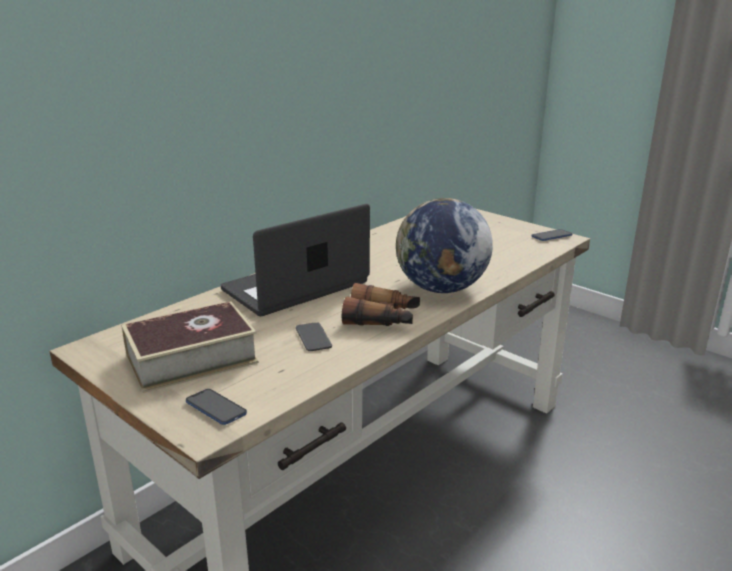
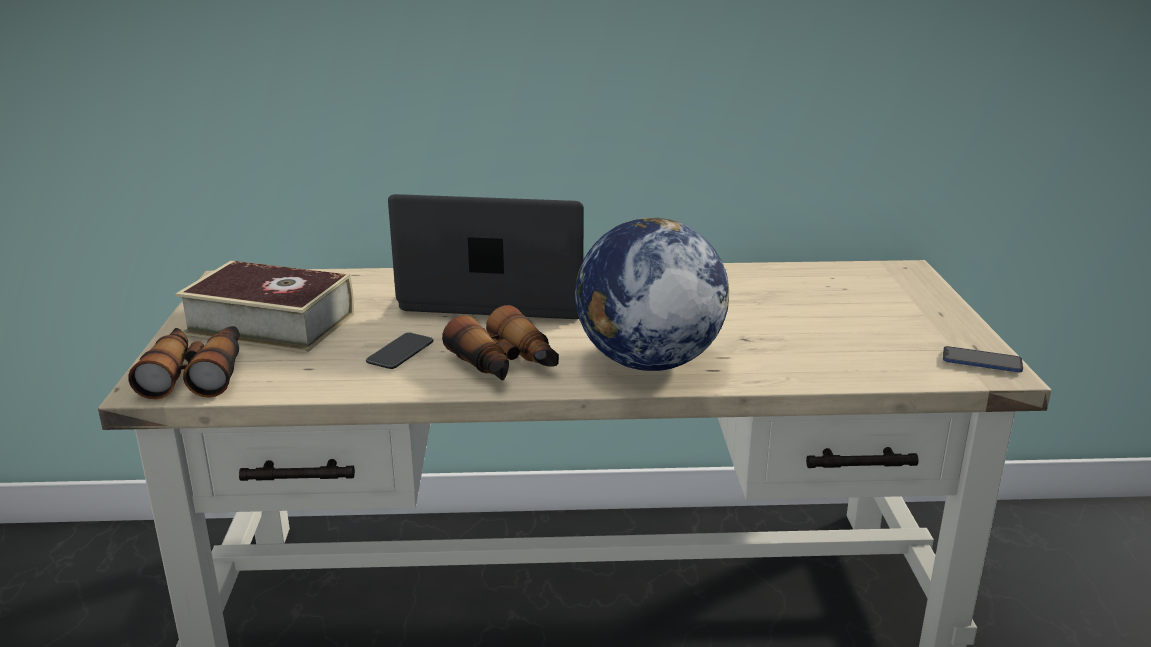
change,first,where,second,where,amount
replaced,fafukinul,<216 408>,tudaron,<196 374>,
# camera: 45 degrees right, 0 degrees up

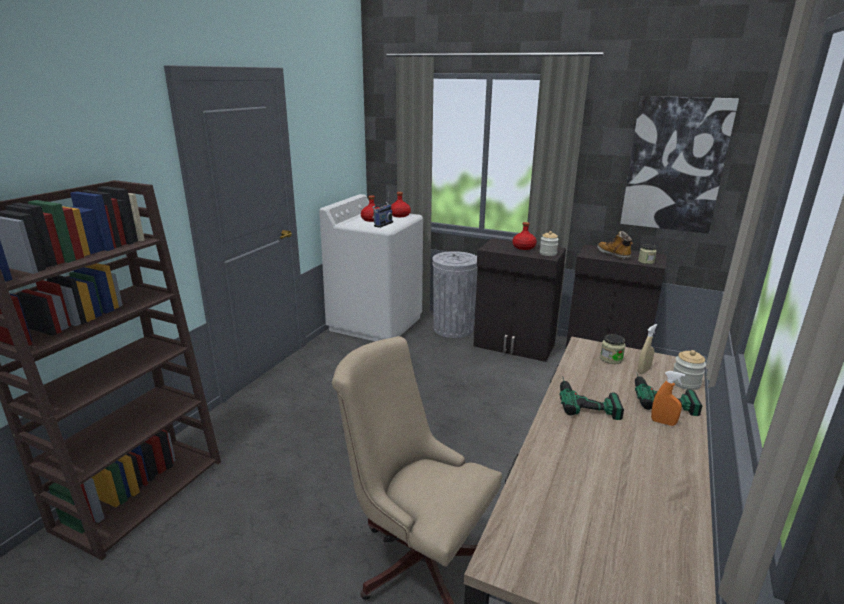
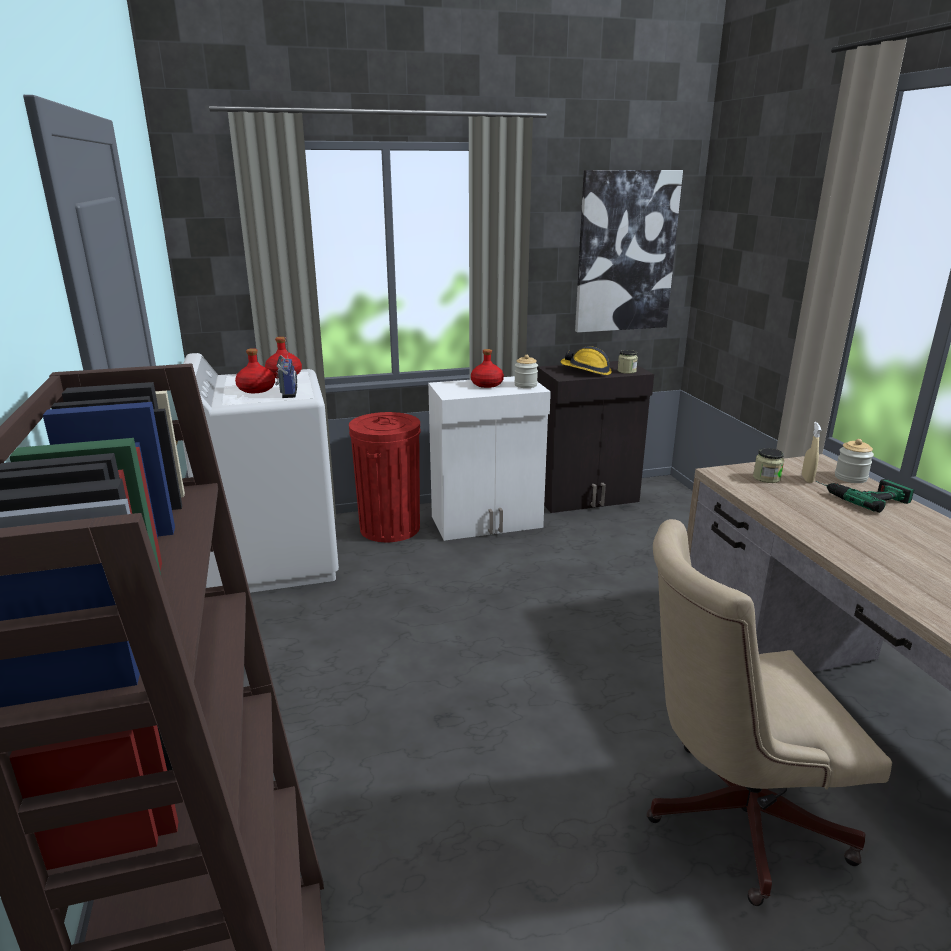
change,first,where,second,where,amount
recoloured,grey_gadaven,<453 328>,red_gadaven,<390 528>,
recoloured,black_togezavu,<514 346>,white_togezavu,<488 522>,
removed,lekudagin,<586 399>,,,
replaced,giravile,<613 254>,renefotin,<586 371>,
removed,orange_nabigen,<663 422>,,,
# camera: 40 degrees left, 0 degrees up

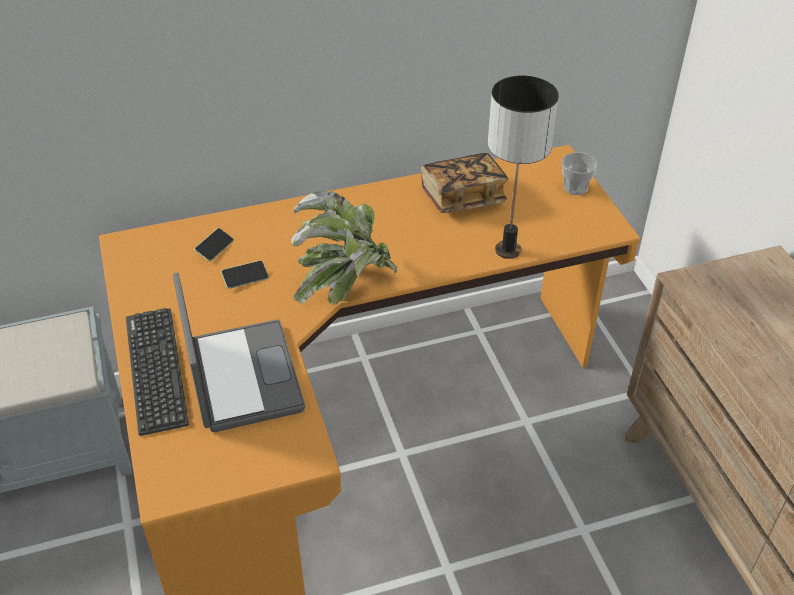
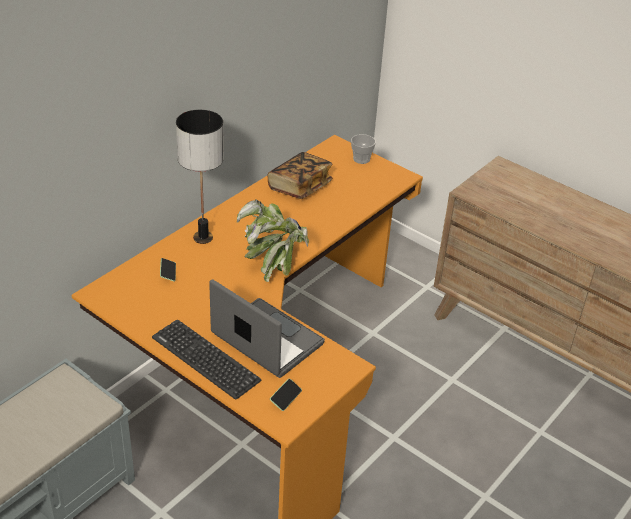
change,first,where,second,where,amount
moved,fafukinul,<245 279>,,<285 398>,
moved,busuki,<507 250>,,<203 238>,
# camera: 35 degrees left, 5 degrees down

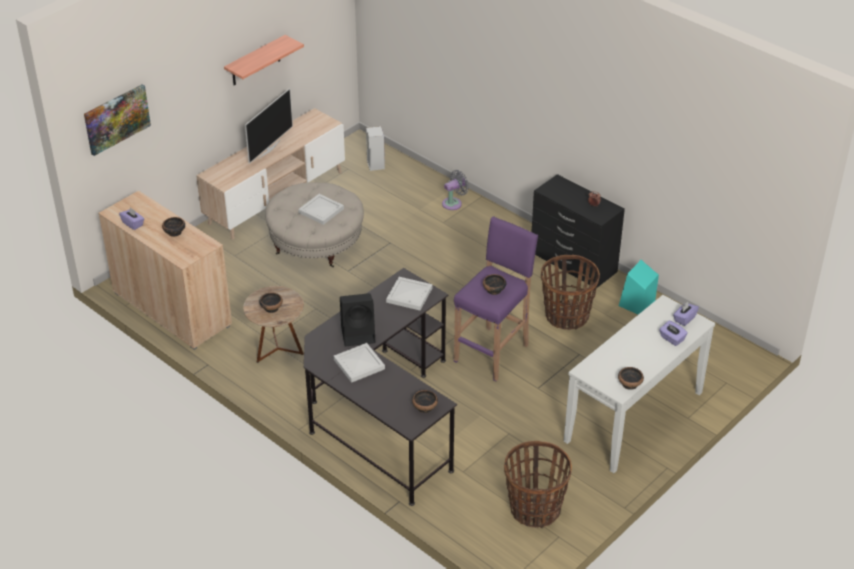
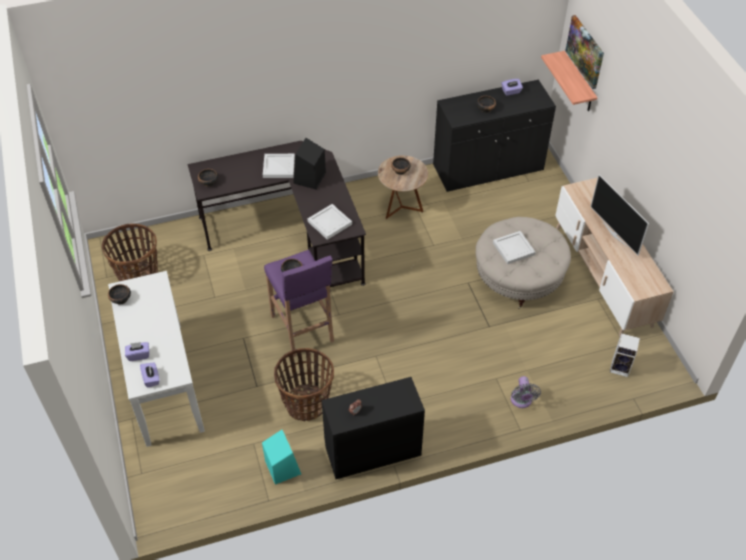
change,first,where,second,where,amount
recoloured,beige_togezavu,<172 308>,black_togezavu,<488 168>,
moved,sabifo,<255 61>,,<578 83>,
# camera: 120 degrees right, 10 degrees up

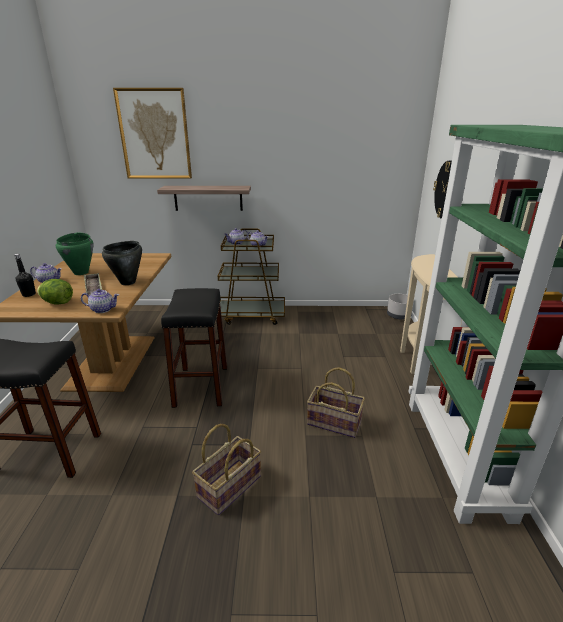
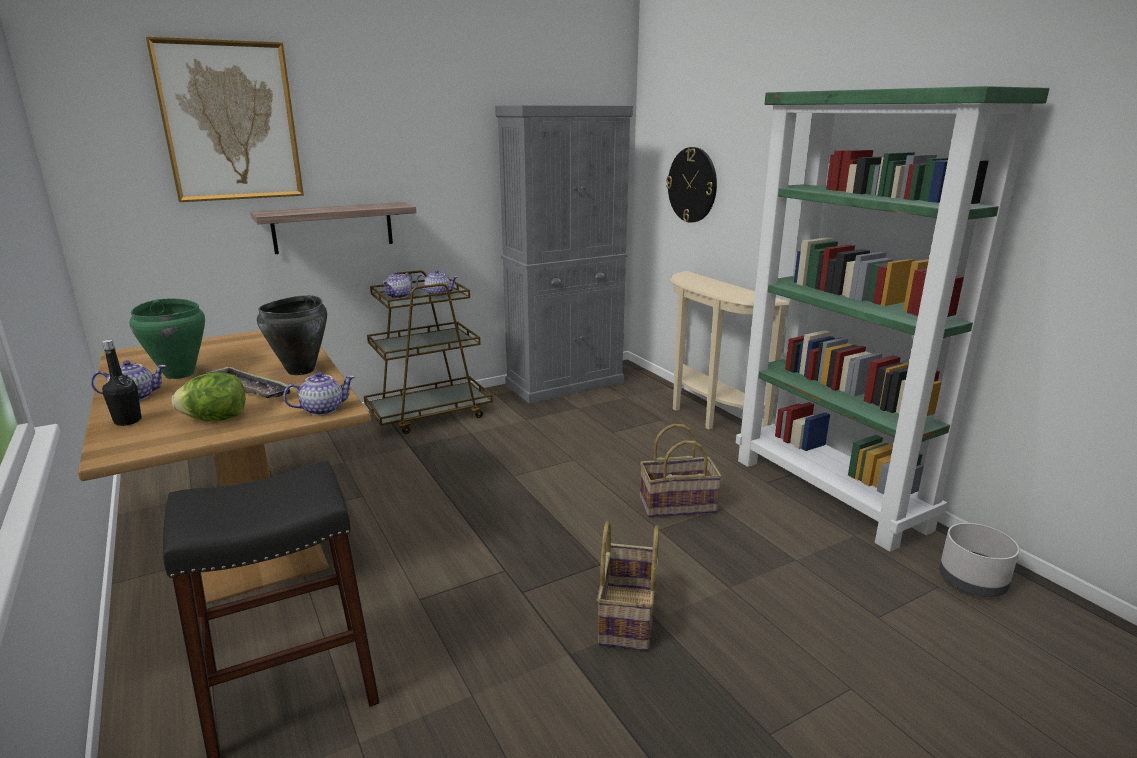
change,first,where,second,where,amount
removed,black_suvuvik,<201 386>,,,
moved,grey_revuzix,<398 316>,,<971 582>,
added,,,grey_togezavu,<565 384>,
# camera: 30 degrees left, 5 degrees down

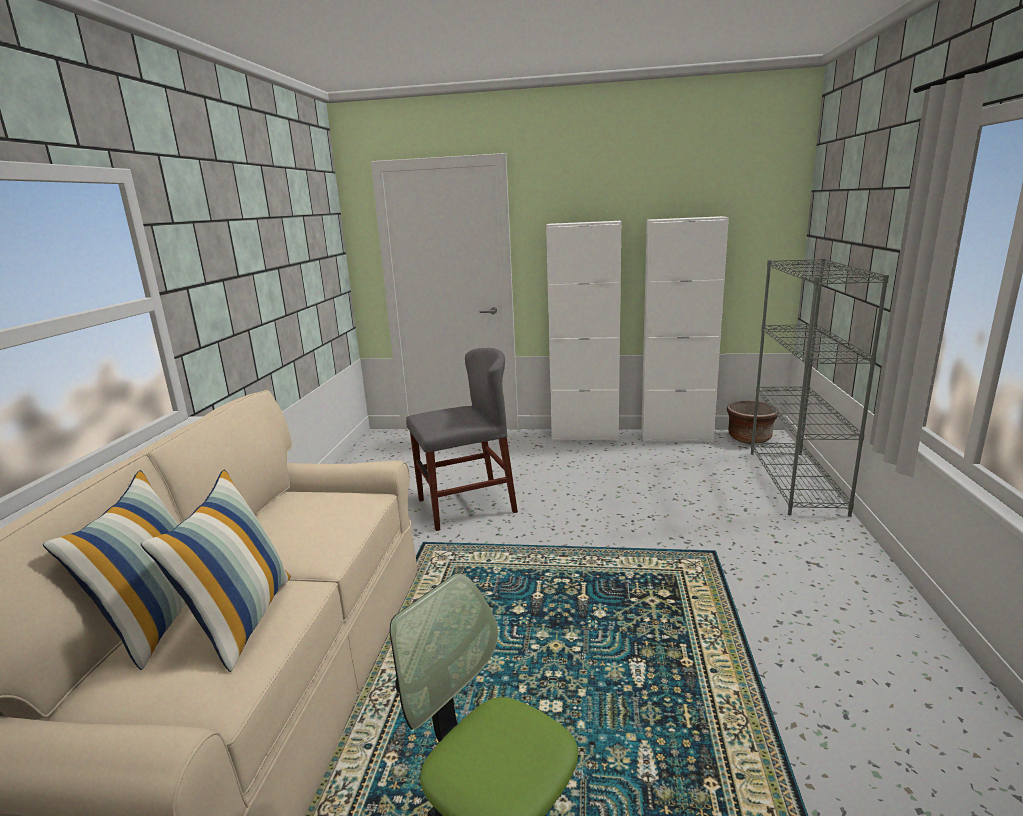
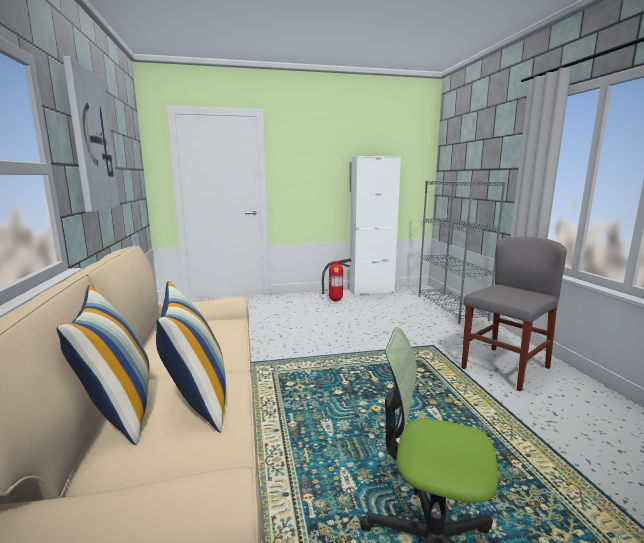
change,first,where,second,where,amount
moved,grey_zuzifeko,<466 506>,,<505 368>,
removed,white_togezavu,<585 435>,,,
removed,brown_revuzix,<749 438>,,,
added,,,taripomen,<91 141>,
added,,,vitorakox,<335 300>,
# camera: 20 degrees left, 5 degrees down

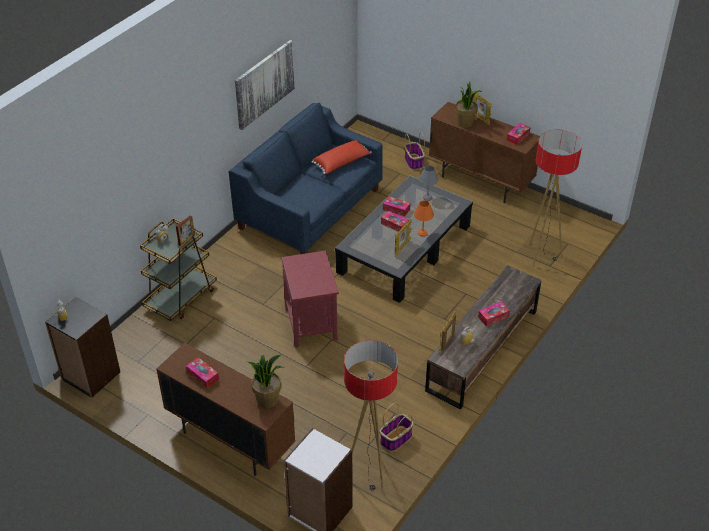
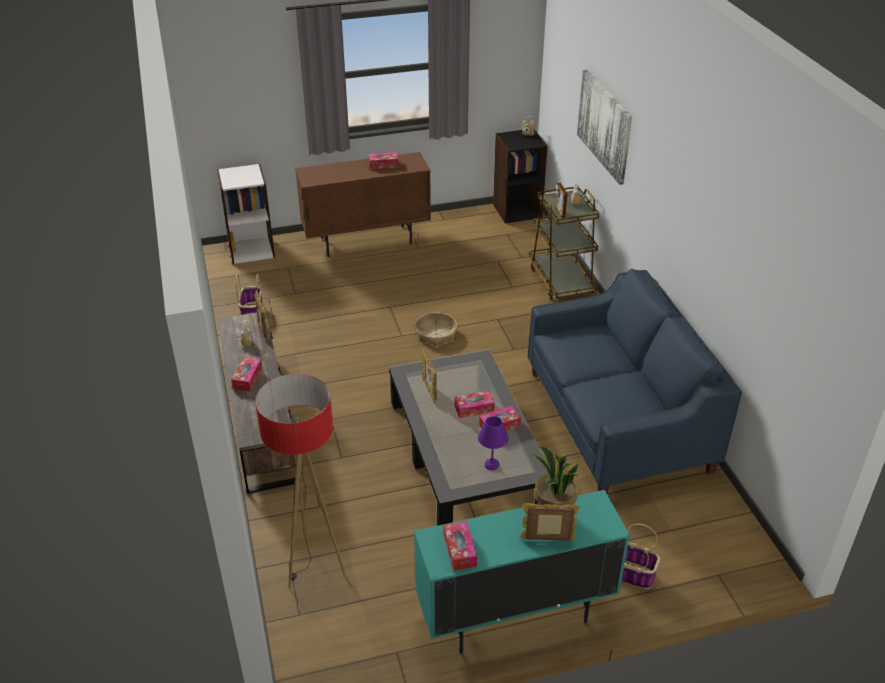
change,first,where,second,where,amount
moved,taripomen,<264 84>,,<604 125>,
removed,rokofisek,<268 400>,,,
replaced,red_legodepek,<311 323>,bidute,<436 334>,
removed,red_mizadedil,<342 163>,,,
removed,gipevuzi,<369 474>,,,
removed,orange_busuki,<422 233>,,,
recoloured,grey_busuki,<428 197>,purple_busuki,<491 465>,
recoloured,brown_togezavu,<480 182>,turquoise_togezavu,<515 616>,
# camera: 130 degrees right, 5 degrees down

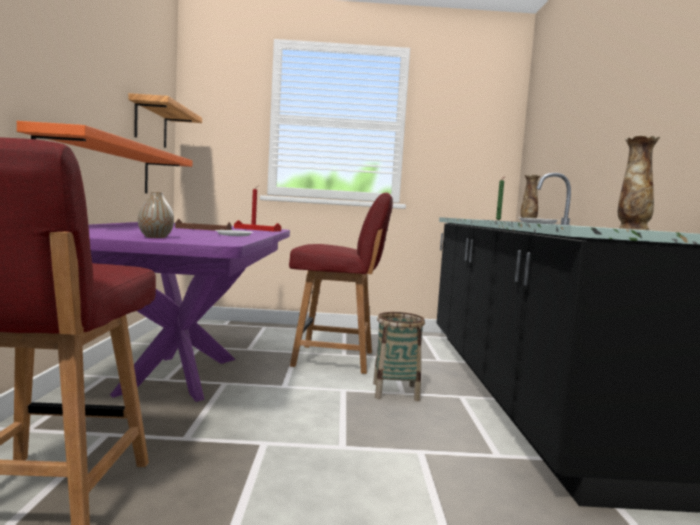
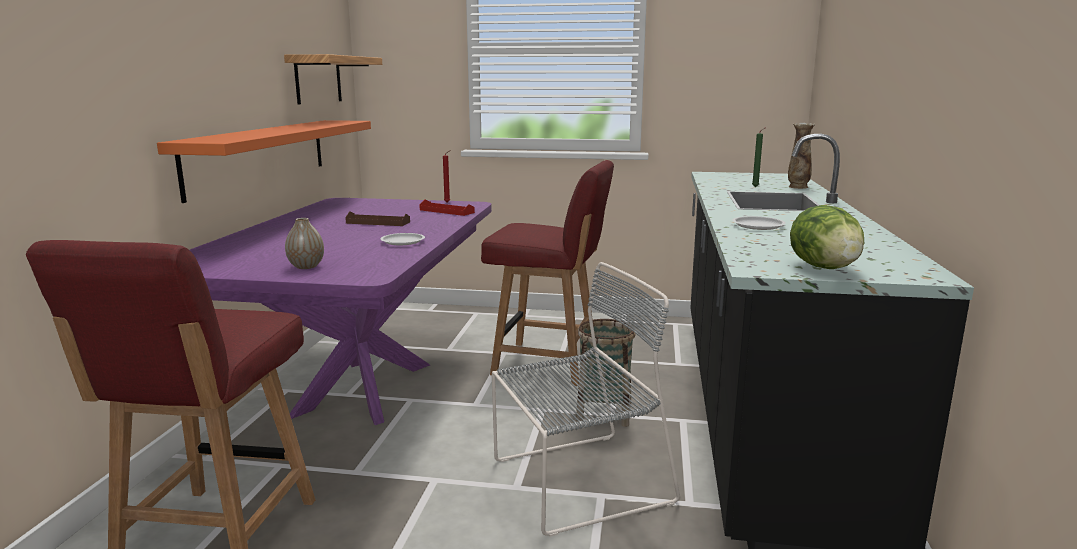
change,first,where,second,where,amount
replaced,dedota,<632 229>,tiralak,<824 268>,
added,,,grey_zuzifeko,<576 482>,
# camera: 10 degrees right, 10 degrees up

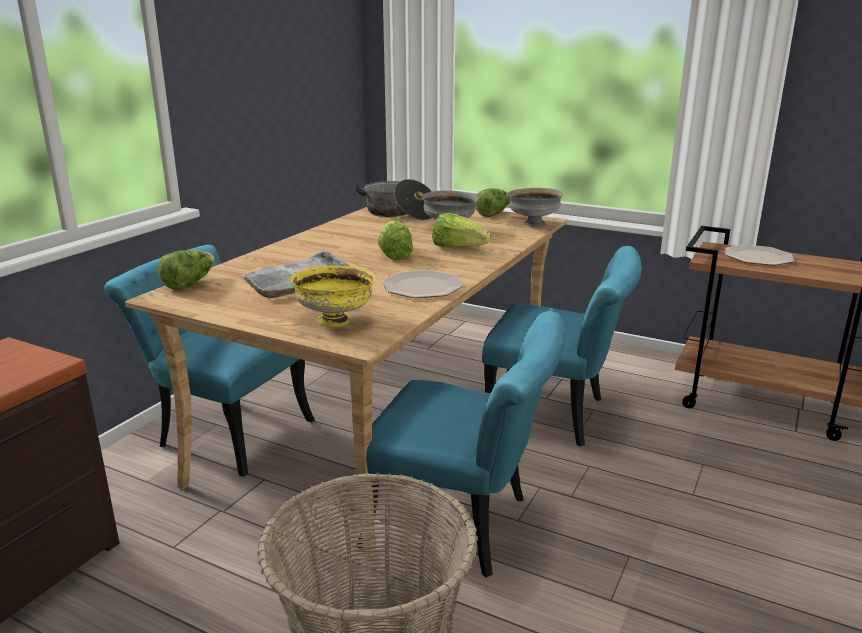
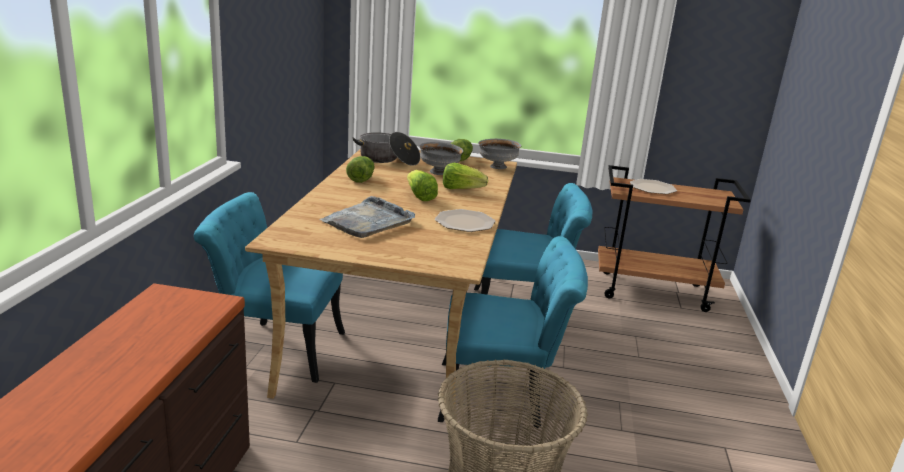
change,first,where,second,where,amount
moved,tiralak,<189 283>,,<360 178>,
removed,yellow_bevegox,<335 320>,,,
# camera: 20 degrees left, 0 degrees up

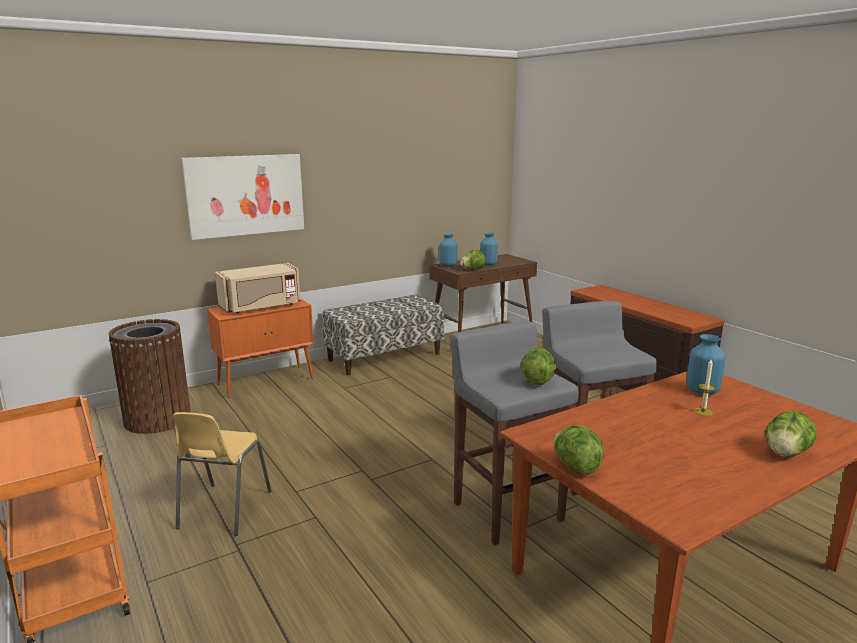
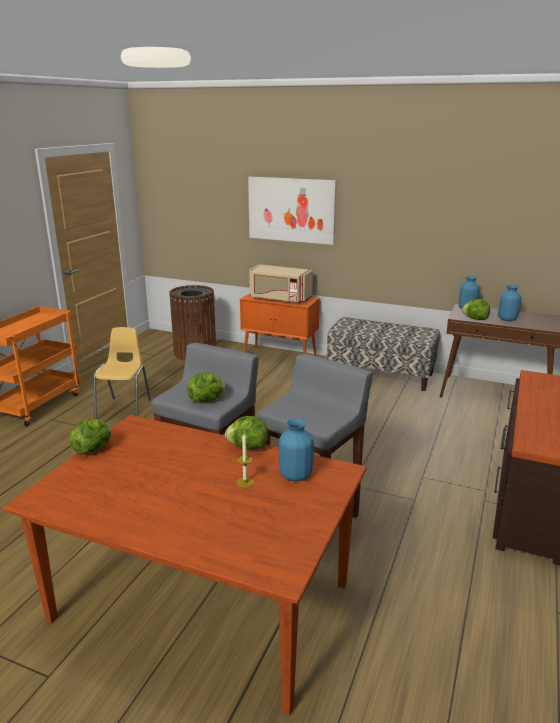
change,first,where,second,where,amount
turned,yellow_zuzifeko,<223 510>,,<125 409>,120 degrees clockwise
moved,tiralak,<786 453>,,<248 447>,
# camera: 55 degrees right, 5 degrees up

